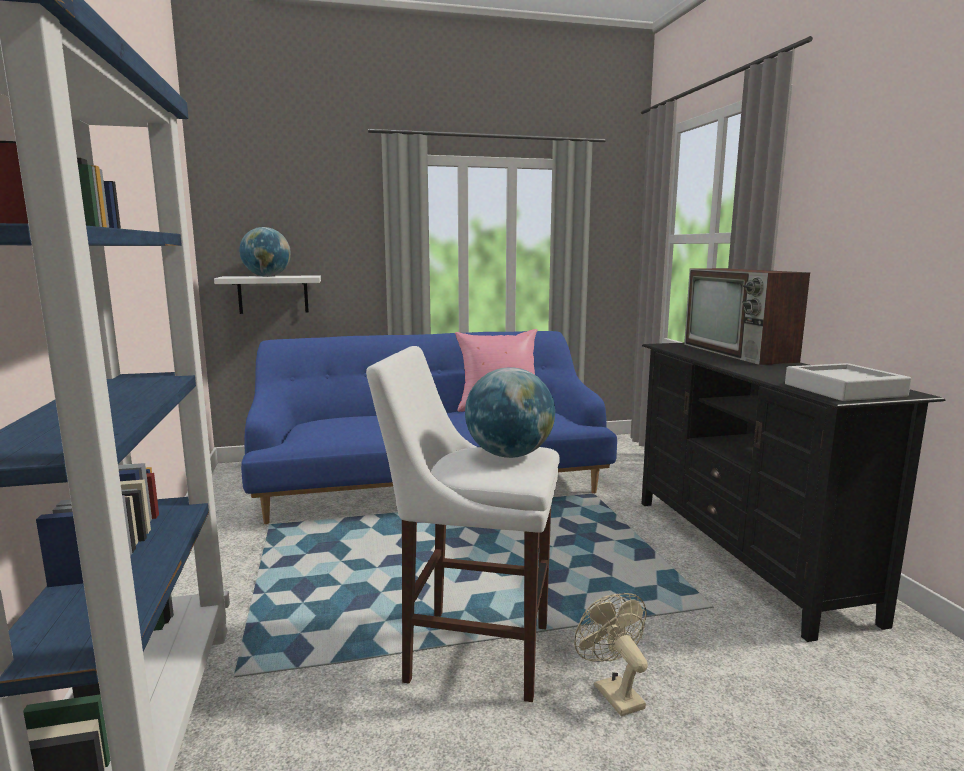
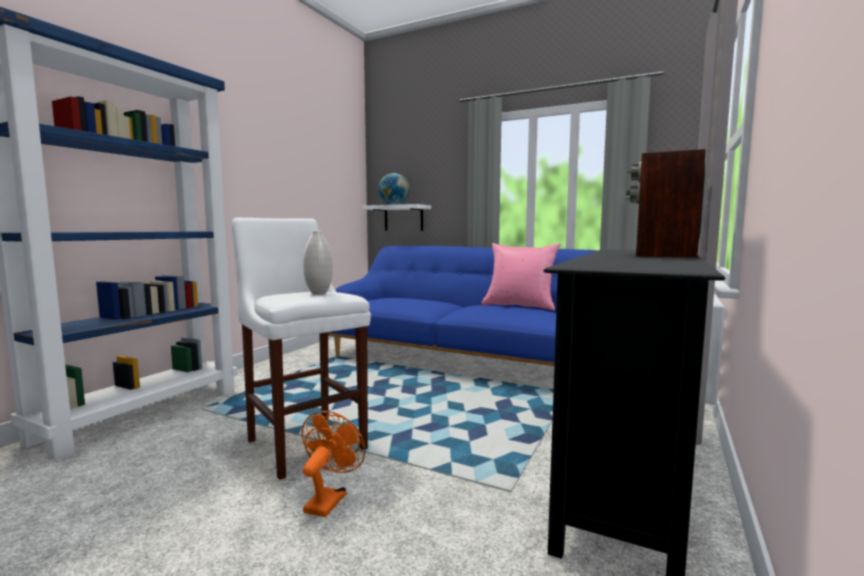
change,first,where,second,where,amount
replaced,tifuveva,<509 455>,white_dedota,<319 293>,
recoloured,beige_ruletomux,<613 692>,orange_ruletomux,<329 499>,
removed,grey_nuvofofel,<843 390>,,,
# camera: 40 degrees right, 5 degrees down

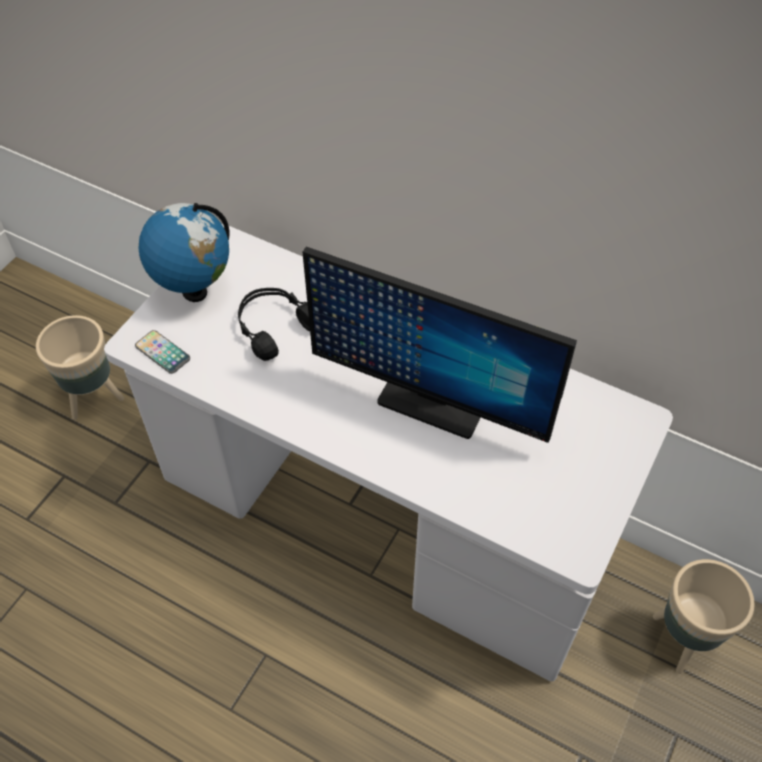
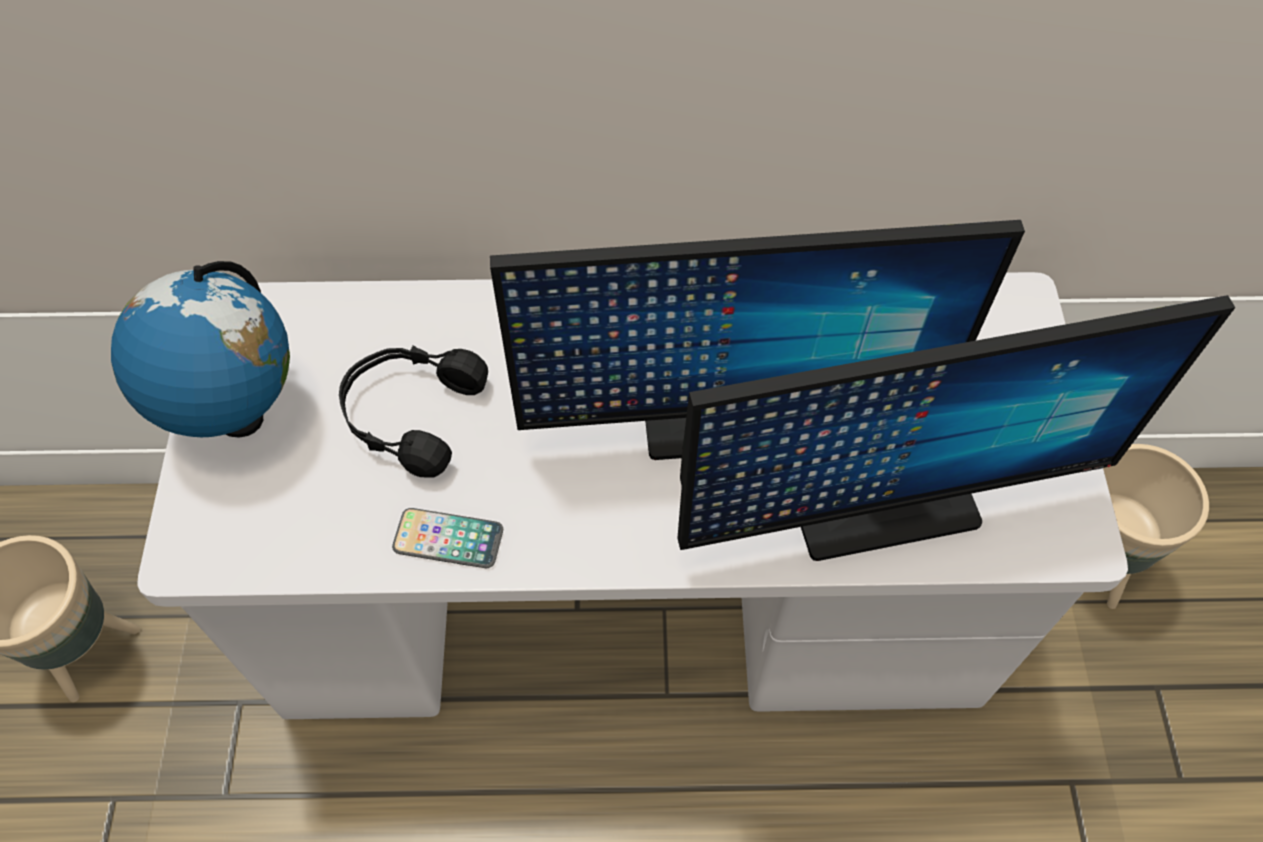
change,first,where,second,where,amount
moved,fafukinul,<162 352>,,<448 539>,
added,,,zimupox,<881 504>,
# camera: 30 degrees left, 5 degrees up

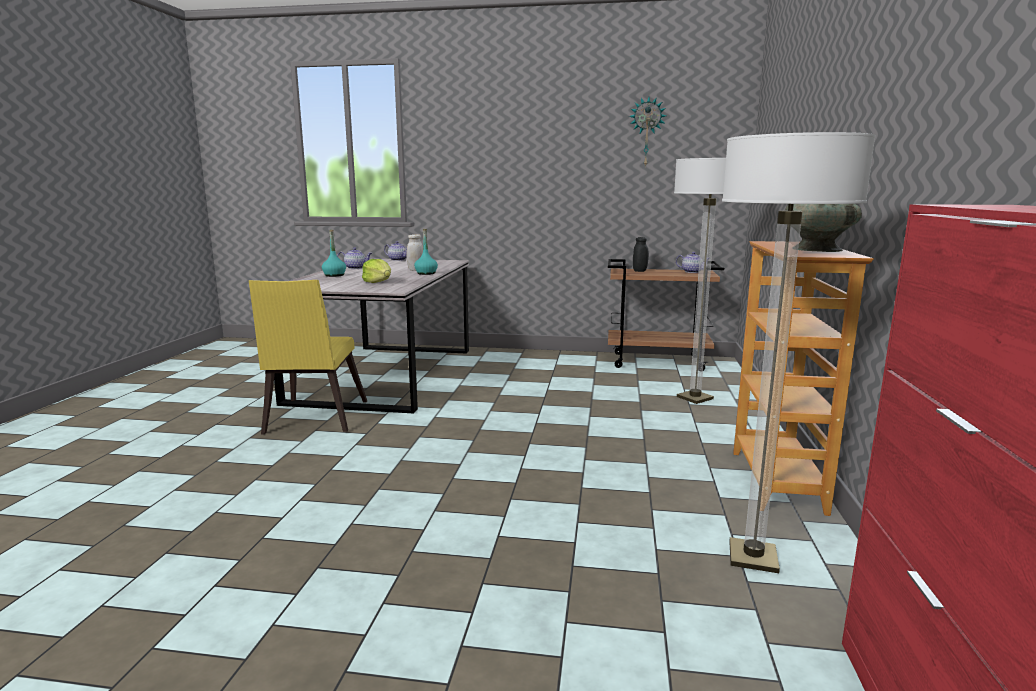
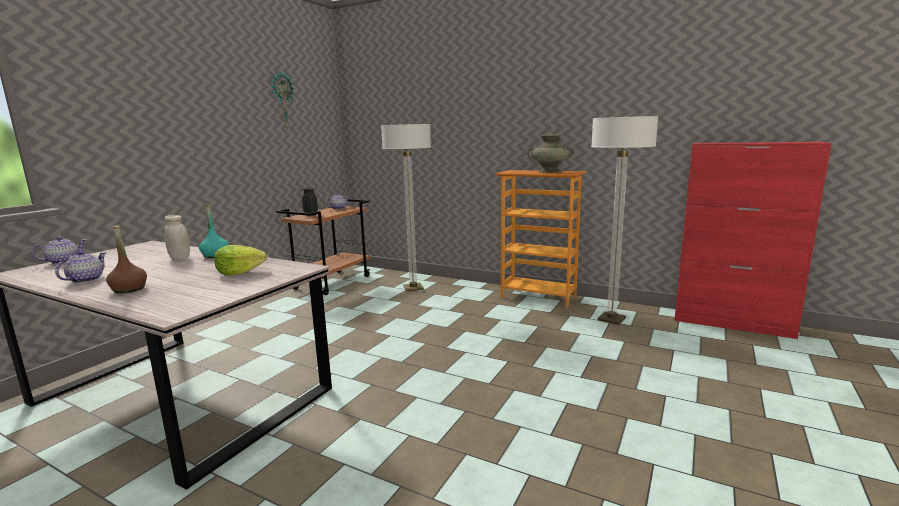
change,first,where,second,where,amount
removed,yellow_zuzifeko,<313 419>,,,
recoloured,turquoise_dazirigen,<334 275>,brown_dazirigen,<129 289>,
# camera: 70 degrees left, 0 degrees up

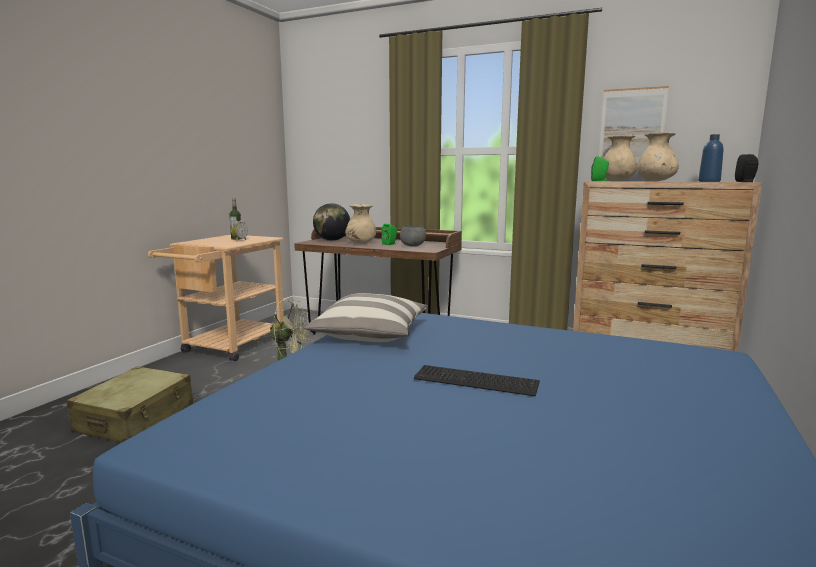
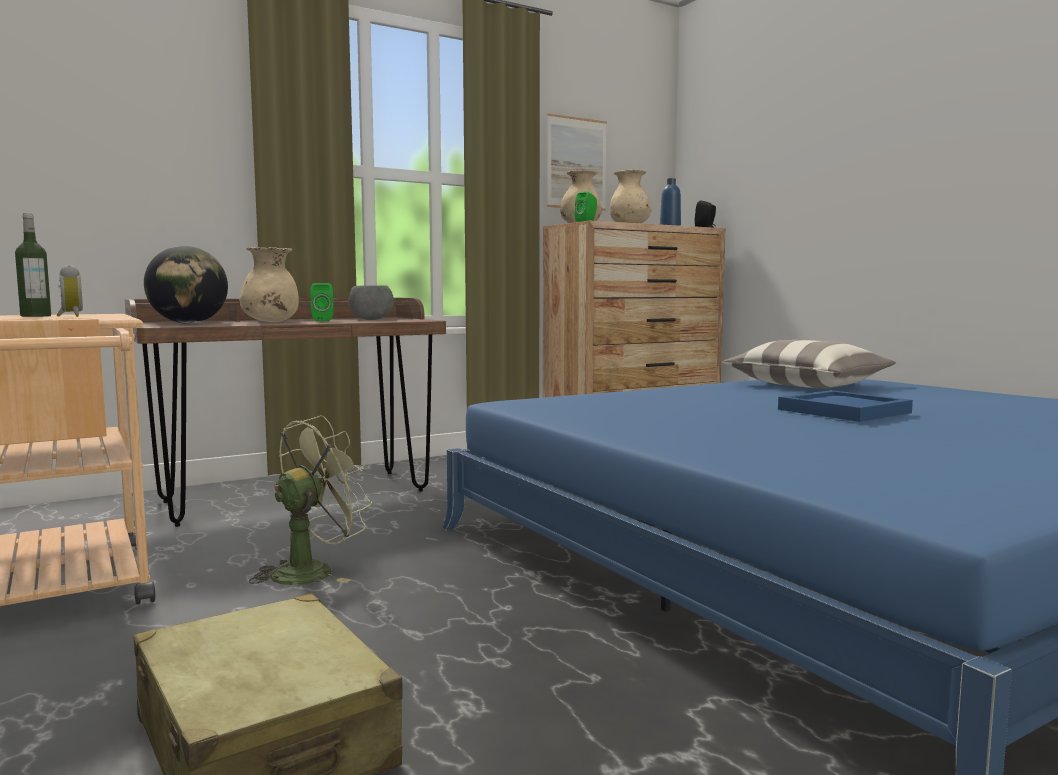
change,first,where,second,where,amount
moved,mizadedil,<370 334>,,<807 385>,
replaced,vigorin,<477 381>,blue_nuvofofel,<846 411>,
# camera: 55 degrees left, 5 degrees down

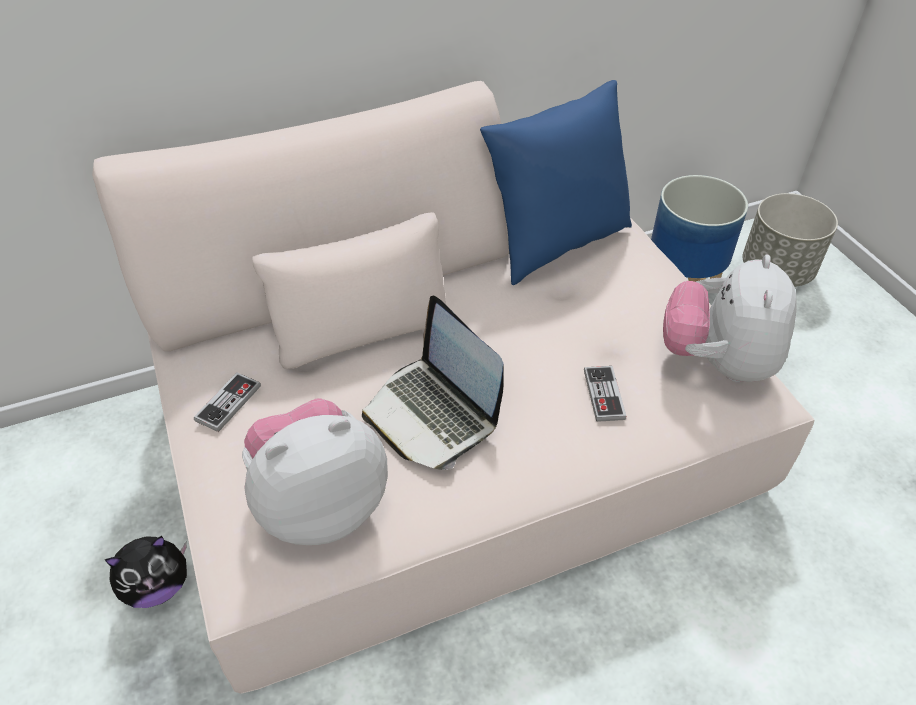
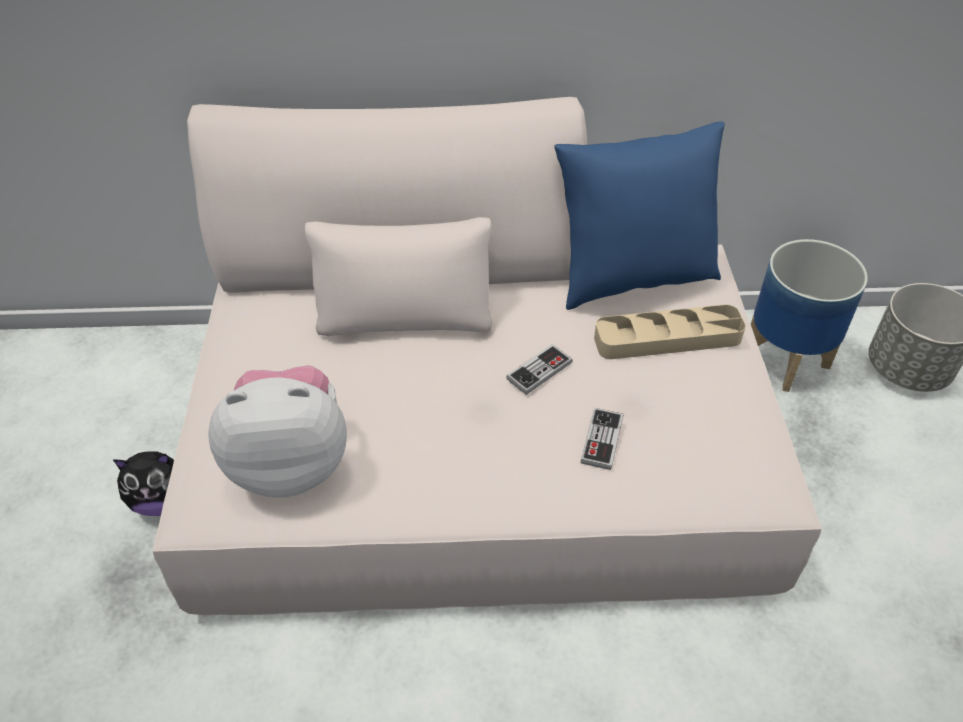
change,first,where,second,where,amount
moved,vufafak,<228 403>,,<539 371>,
removed,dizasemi,<433 413>,,,
removed,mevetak,<717 362>,,,
added,,,beige_nuvofofel,<667 338>,
# camera: 20 degrees right, 0 degrees up

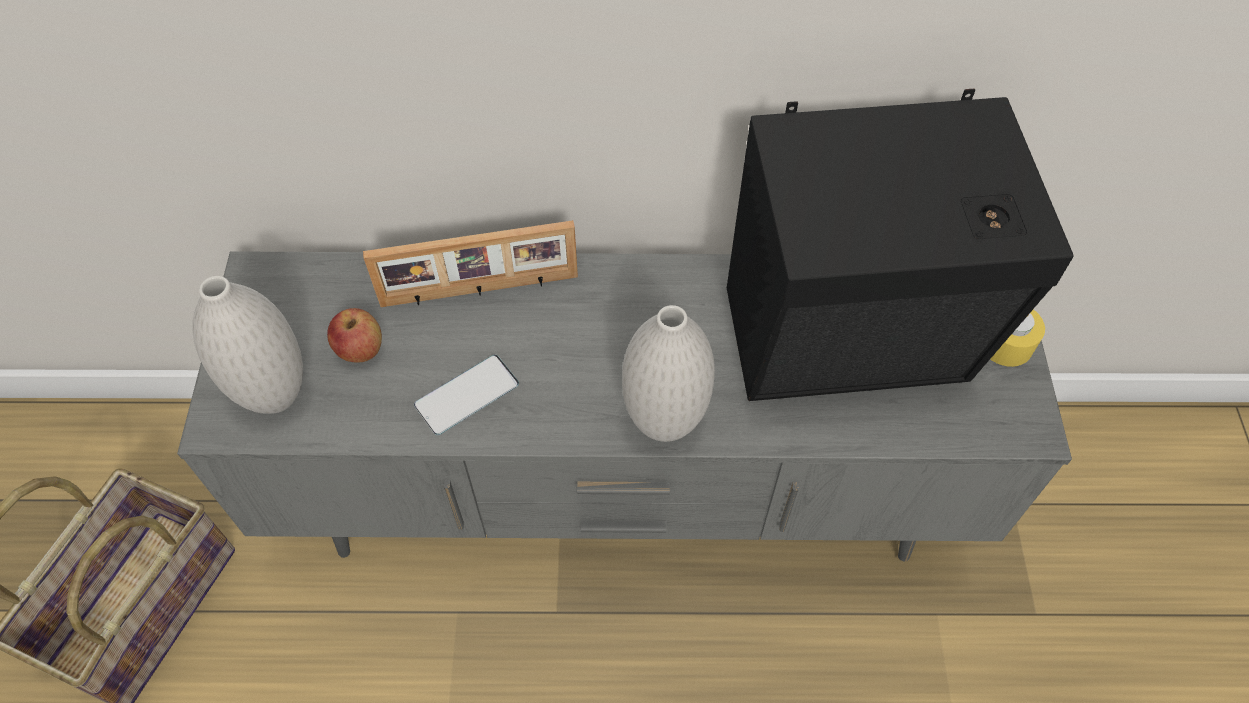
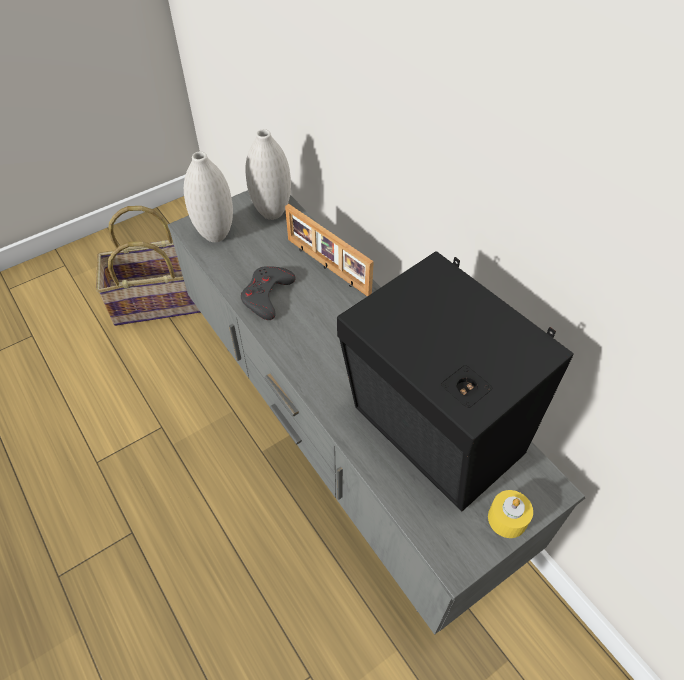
change,first,where,second,where,amount
removed,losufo,<360 350>,,,
replaced,fafukinul,<467 395>,grey_vufafak,<267 295>,
moved,white_dedota,<664 423>,,<272 213>,
# camera: 55 degrees right, 5 degrees down

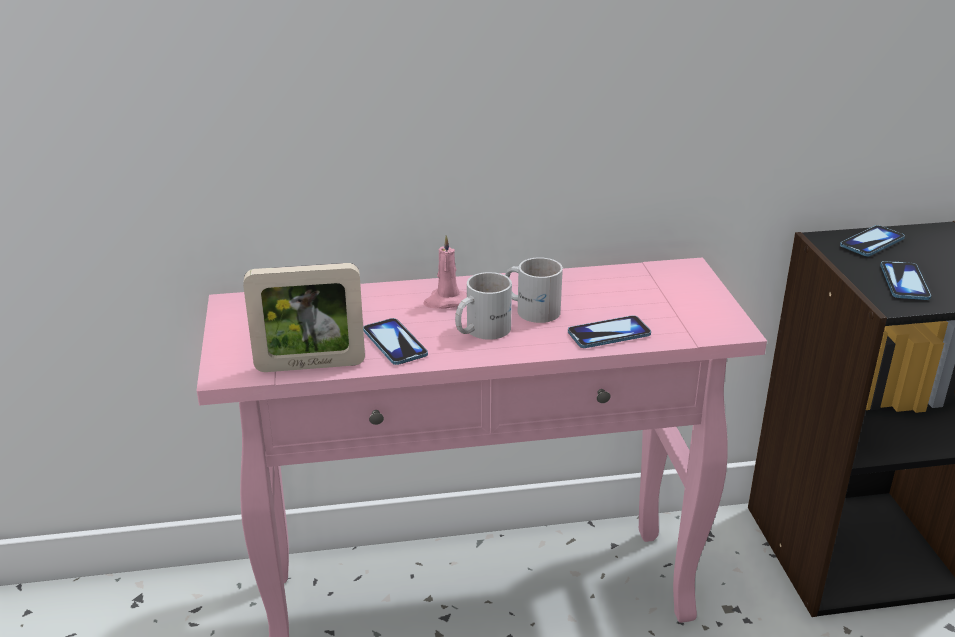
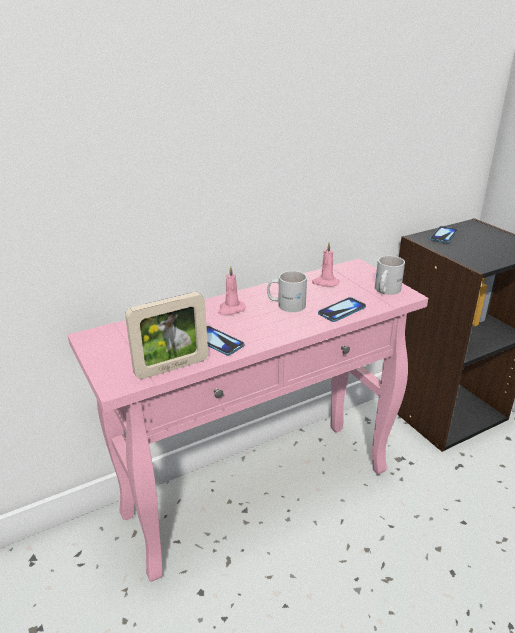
change,first,where,second,where,amount
moved,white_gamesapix,<480 330>,,<385 290>,
removed,fafukinul,<904 282>,,,
added,,,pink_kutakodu,<325 282>,
# camera: 20 degrees left, 0 degrees up

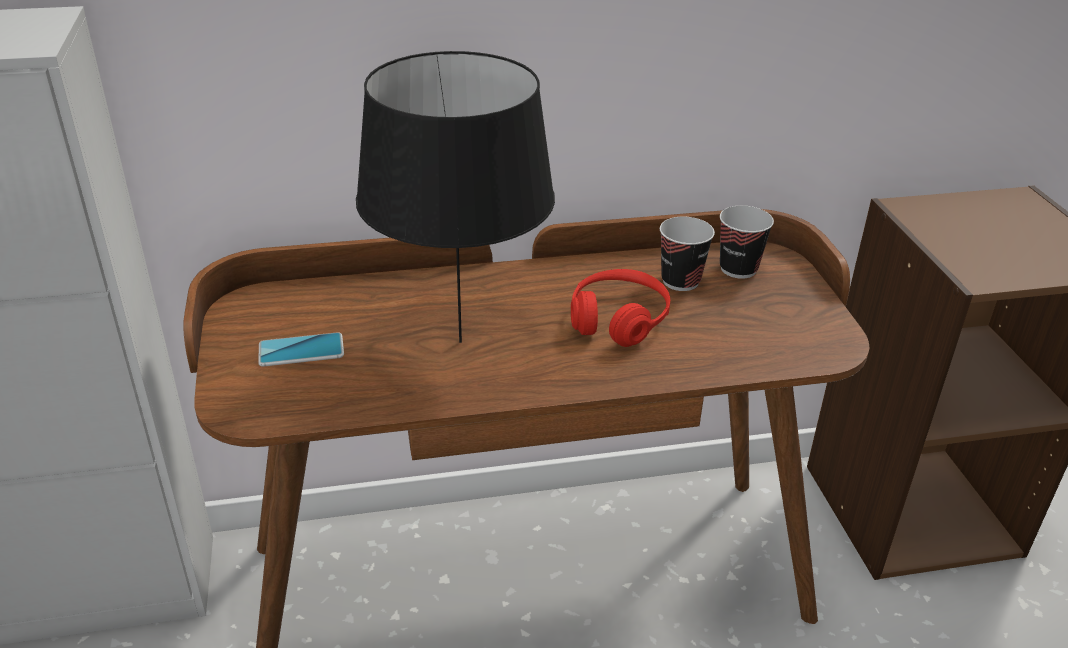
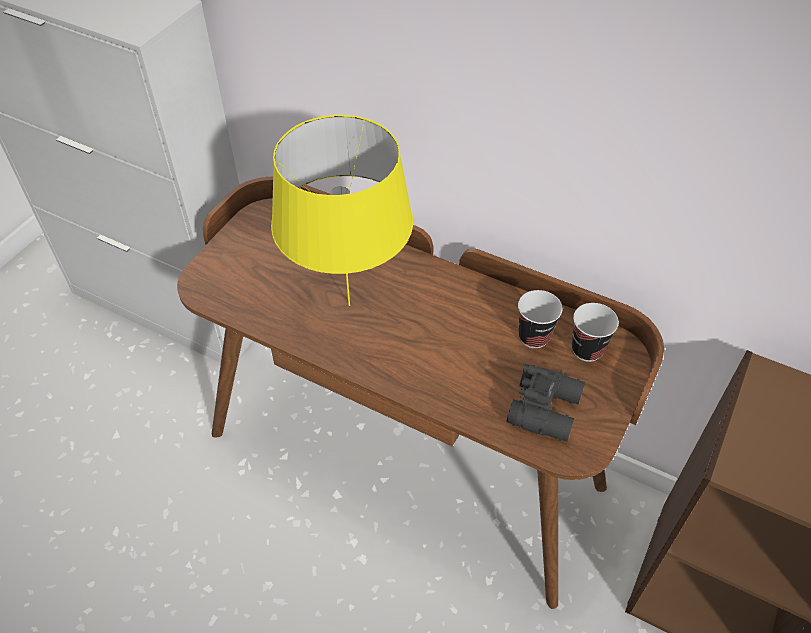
change,first,where,second,where,amount
removed,fafukinul,<301 350>,,,
recoloured,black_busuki,<460 342>,yellow_busuki,<349 305>,
removed,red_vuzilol,<618 320>,,,
added,,,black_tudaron,<546 408>,
# camera: 40 degrees right, 15 degrees up

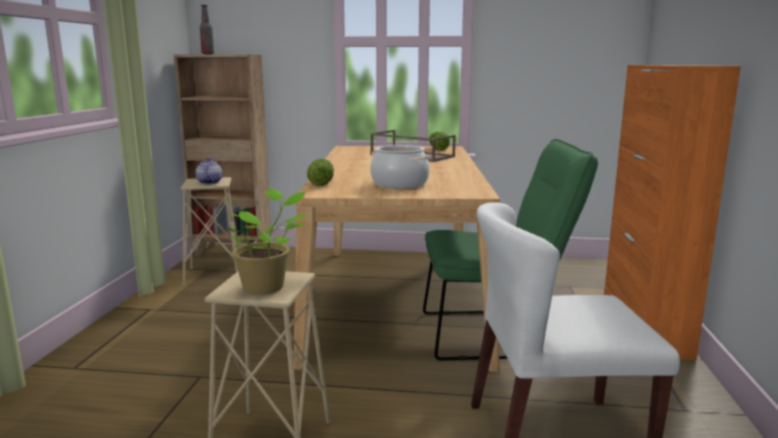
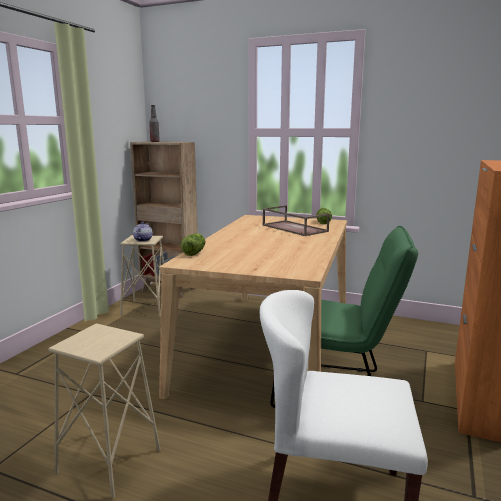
change,first,where,second,where,amount
removed,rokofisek,<266 287>,,,
removed,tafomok,<399 184>,,,
# camera: 15 degrees right, 0 degrees up

